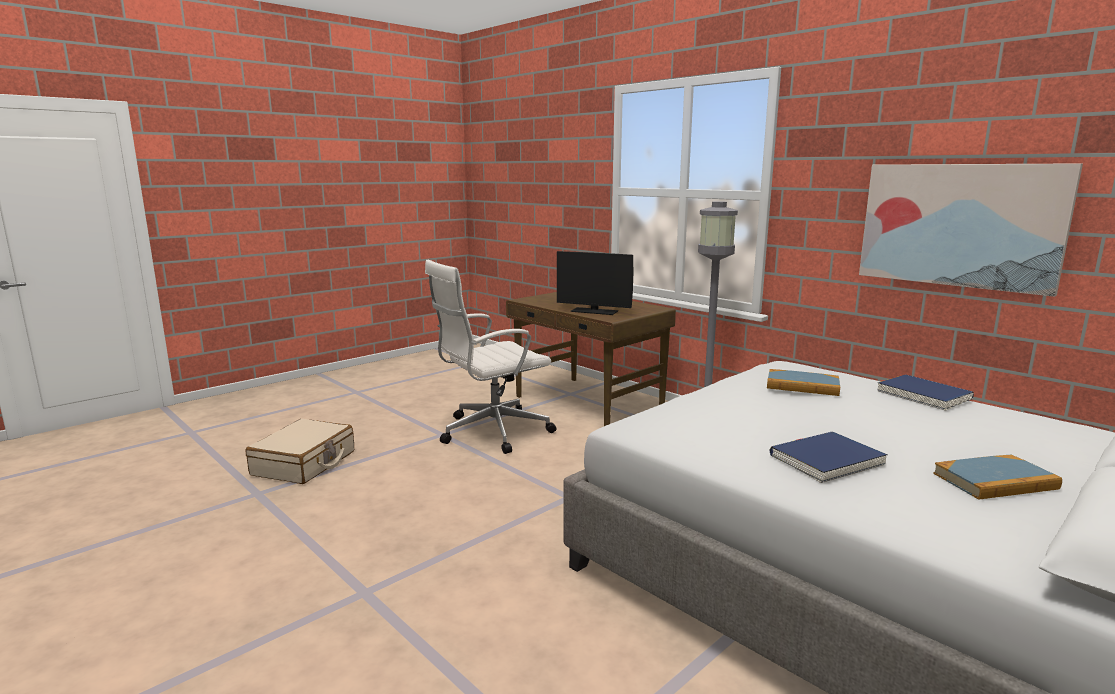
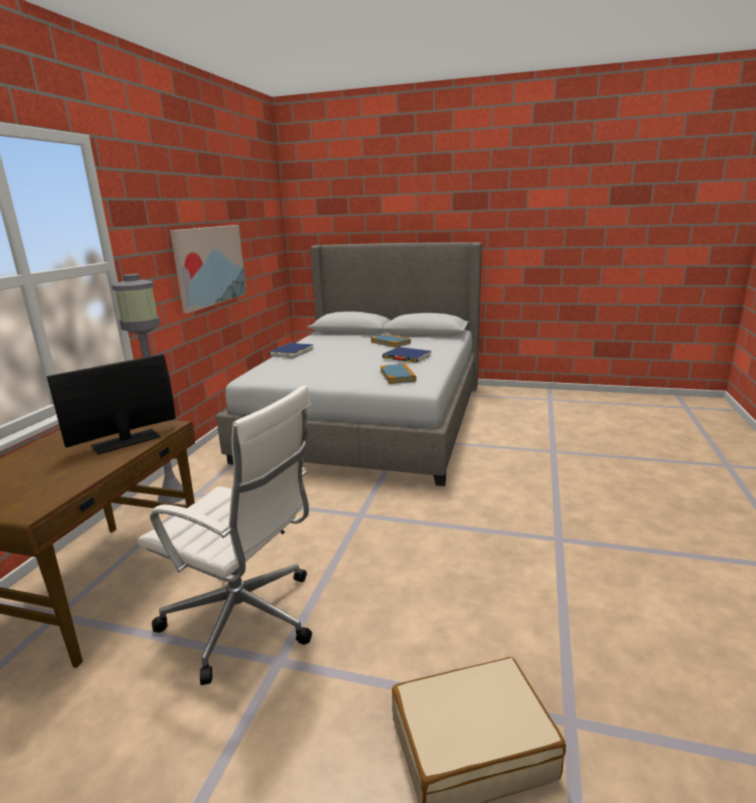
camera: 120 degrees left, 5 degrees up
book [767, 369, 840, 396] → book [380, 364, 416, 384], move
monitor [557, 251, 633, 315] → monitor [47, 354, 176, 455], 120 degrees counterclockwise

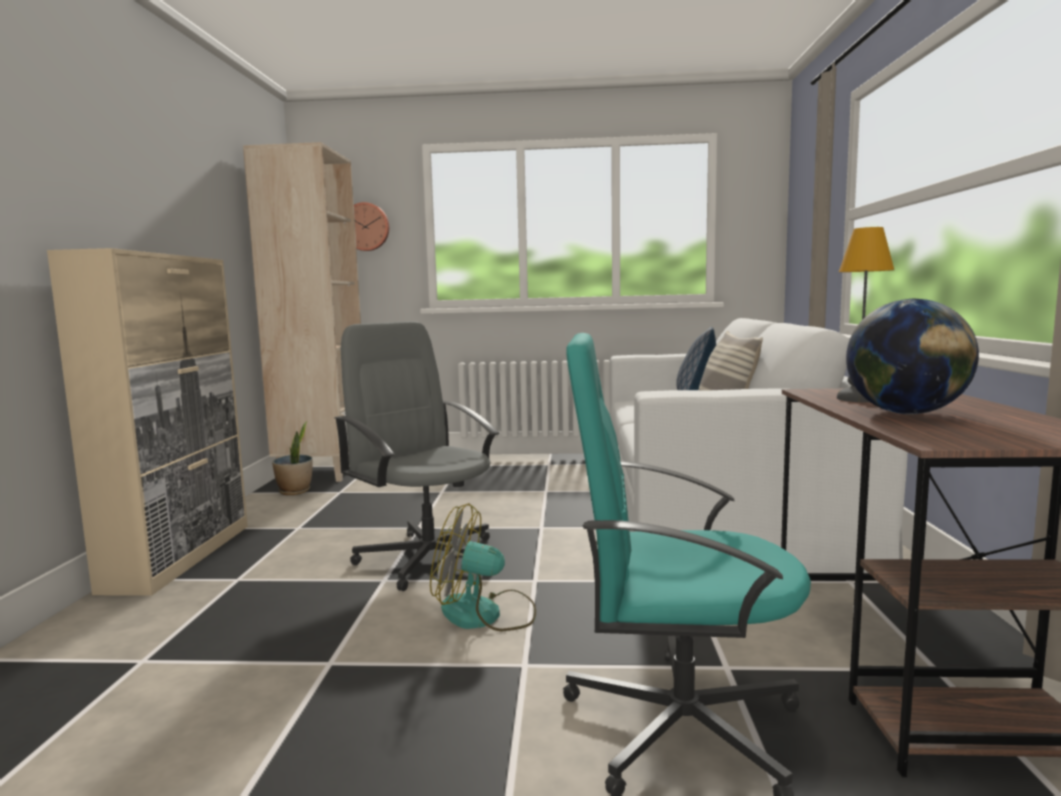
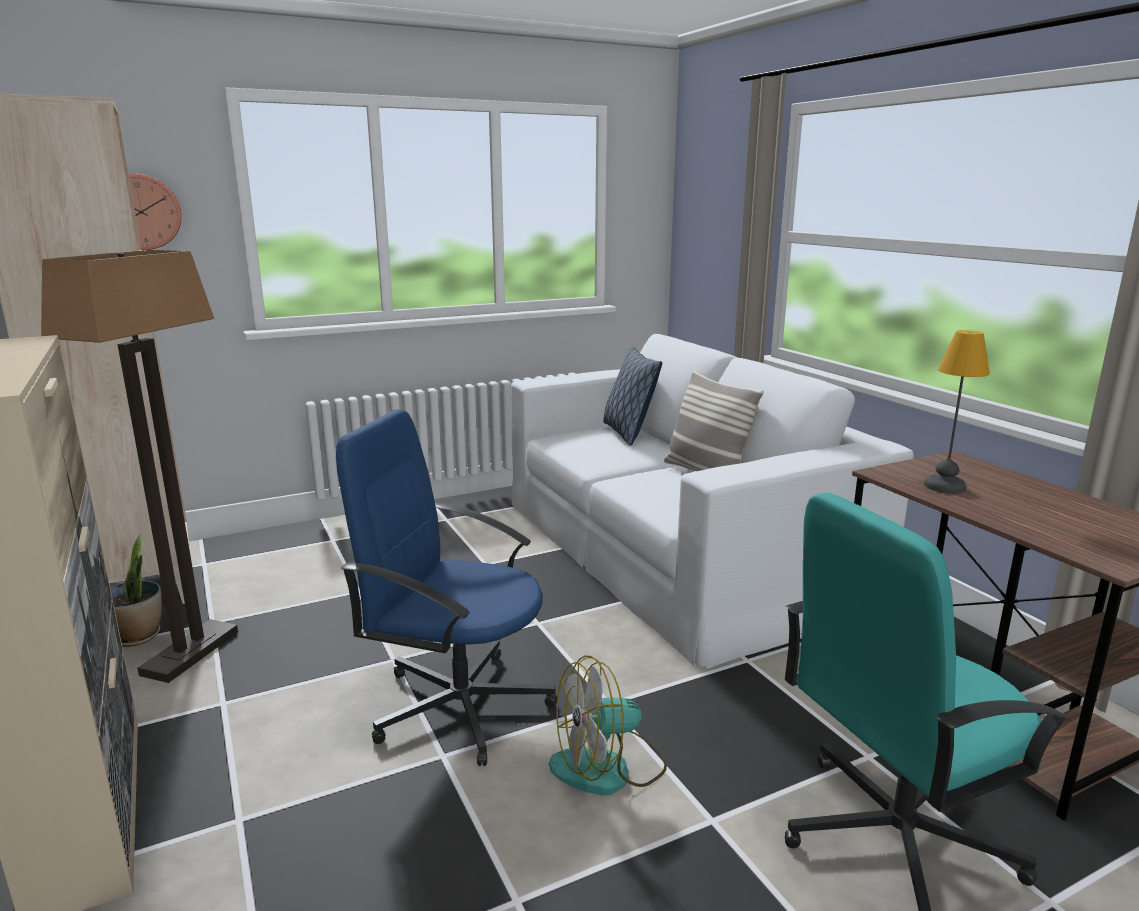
camera: 30 degrees left, 10 degrees up
globe [846, 298, 979, 414] → -
- → floor lamp [41, 250, 238, 683]
grey office chair [335, 321, 499, 591] → blue office chair [336, 409, 557, 766]

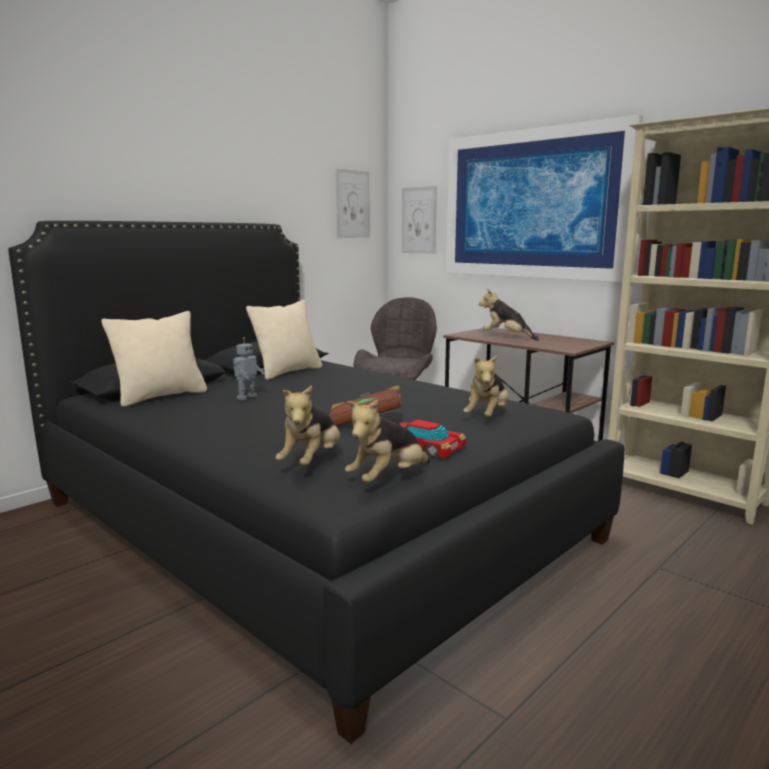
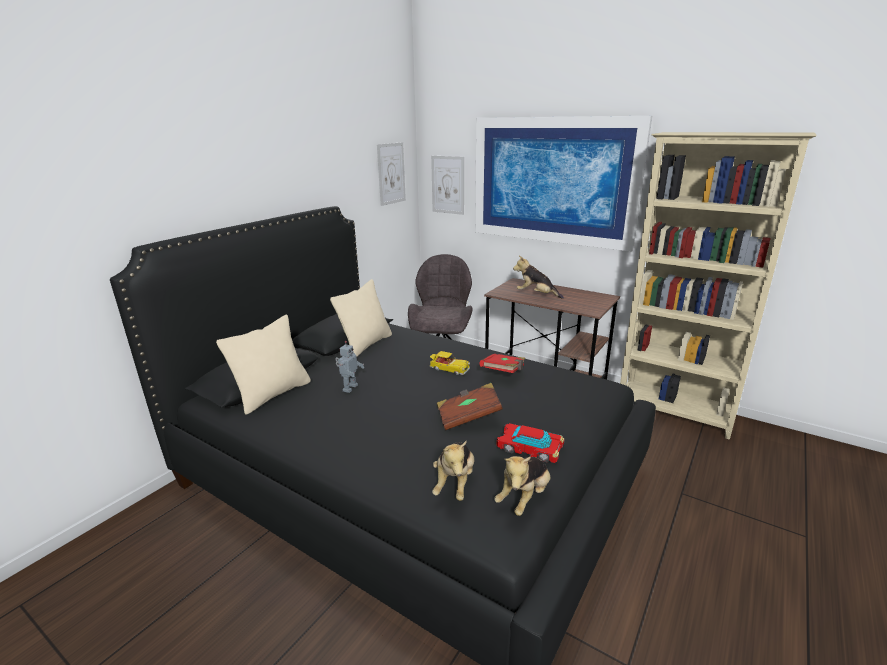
camera: 10 degrees left, 10 degrees up
plush toy [463, 355, 509, 417] → -
- → toy car [430, 351, 470, 375]
- → red book [480, 354, 525, 373]

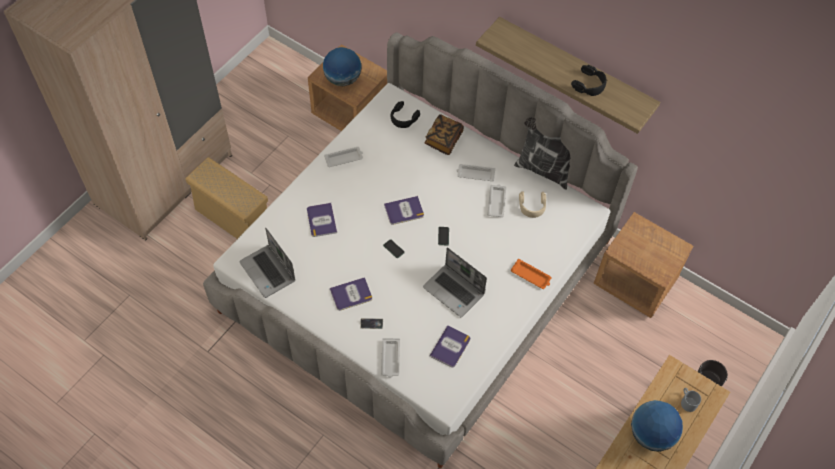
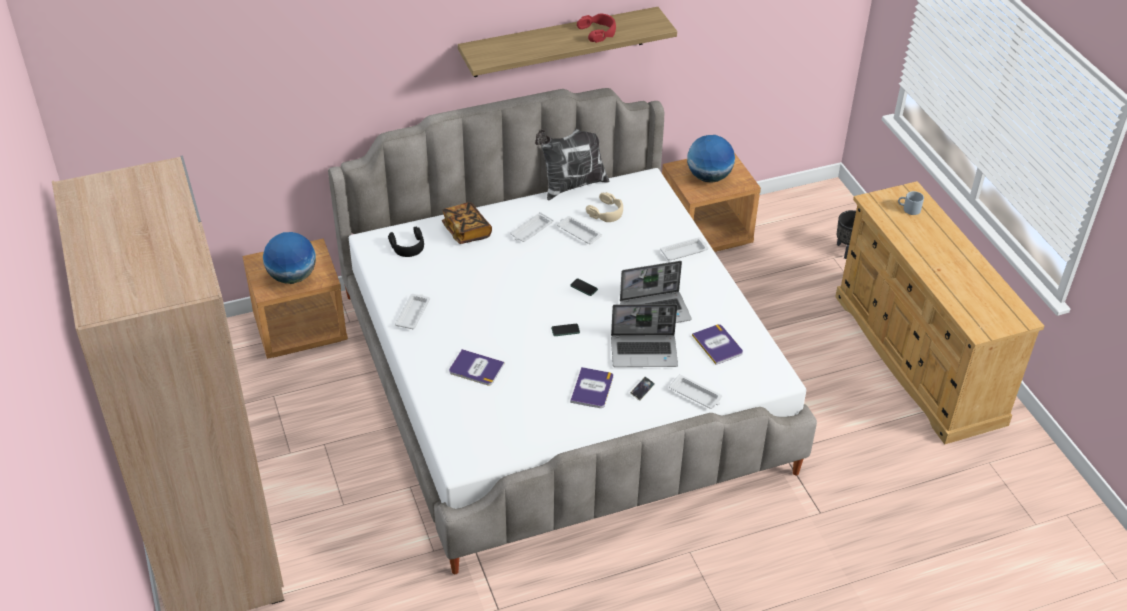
camera: 55 degrees left, 15 degrees down
beige storage box [186, 157, 268, 239] → -
book [384, 196, 424, 225] → -
laptop [239, 227, 295, 298] → laptop [611, 304, 678, 367], move
globe [631, 400, 683, 452] → globe [687, 135, 735, 183], move
orange tray [511, 259, 552, 289] → white tray [660, 237, 708, 260]
black headphones [571, 65, 606, 96] → red headphones [577, 13, 616, 43]

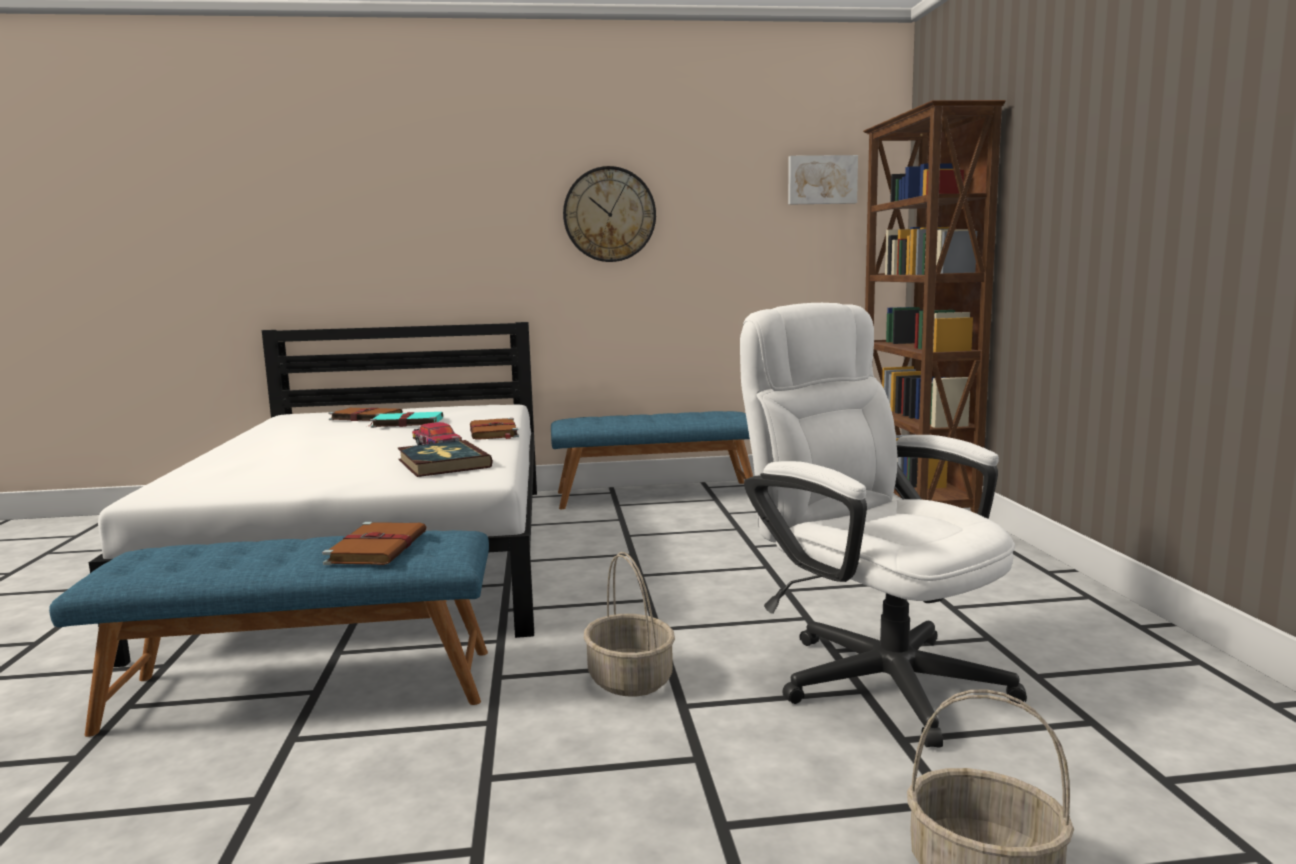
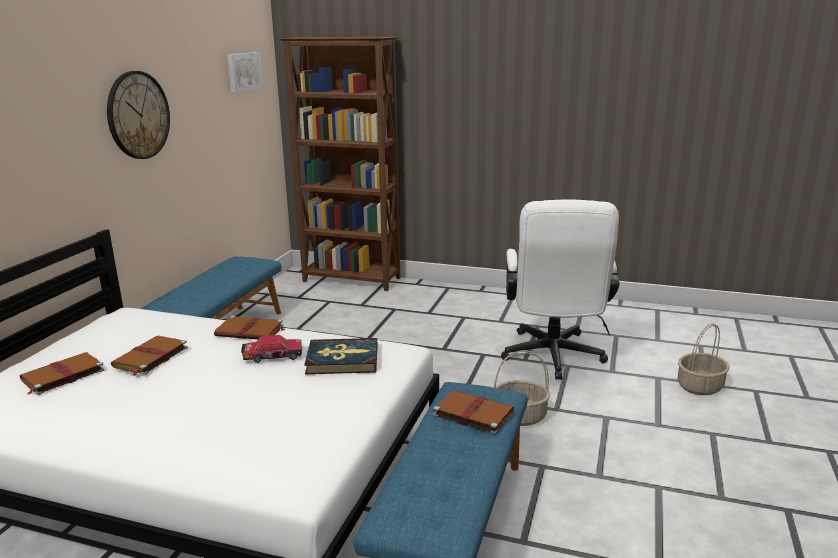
camera: 65 degrees left, 10 degrees up
turquoise book [370, 412, 443, 428] → brown book [111, 336, 188, 376]
white office chair [740, 303, 1027, 747] → white office chair [501, 200, 619, 380], 75 degrees counterclockwise

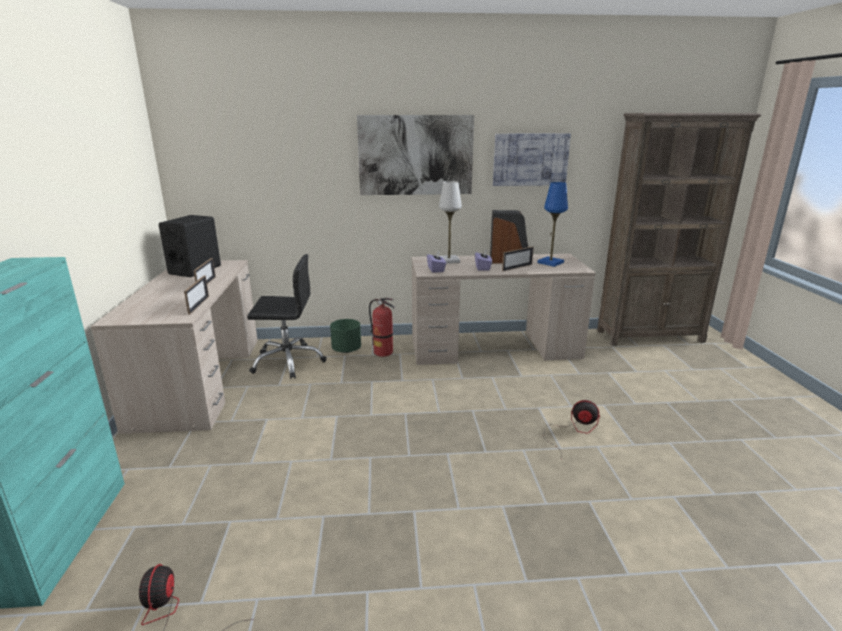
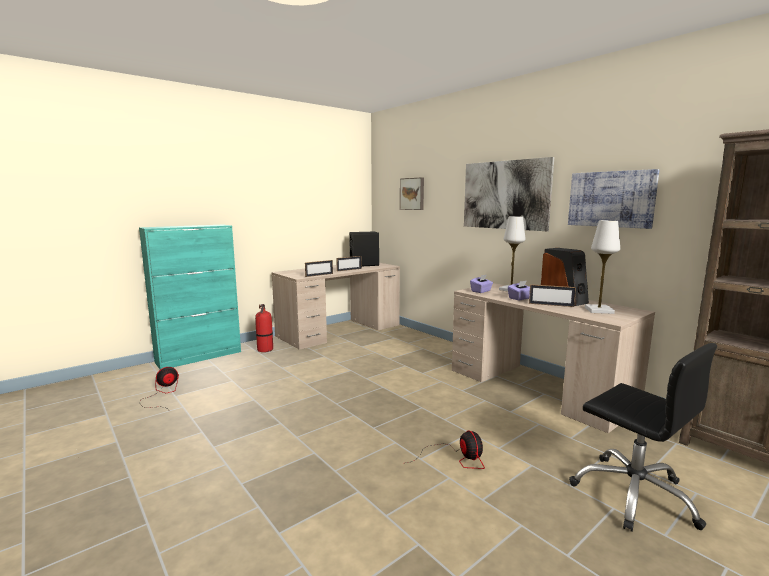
camera: 55 degrees right, 10 degrees down
green planter [330, 319, 361, 353] → -
- → picture [400, 177, 424, 210]
black office chair [247, 254, 327, 379] → black office chair [569, 343, 717, 532], move
fire extinguisher [369, 298, 395, 357] → fire extinguisher [255, 304, 273, 352], move
blue table lamp [538, 182, 568, 267] → white table lamp [585, 220, 620, 314]

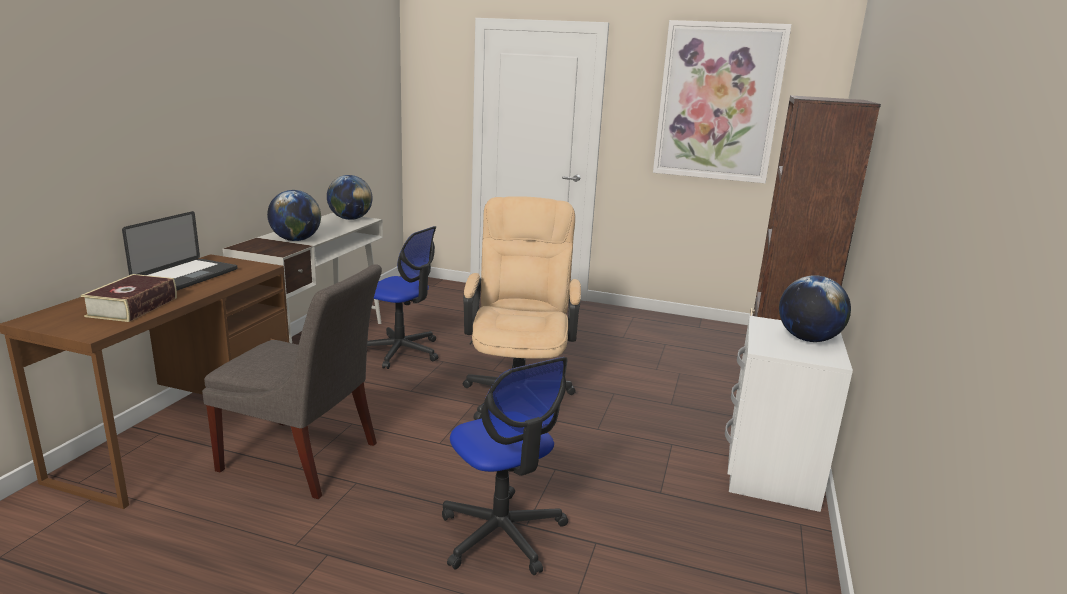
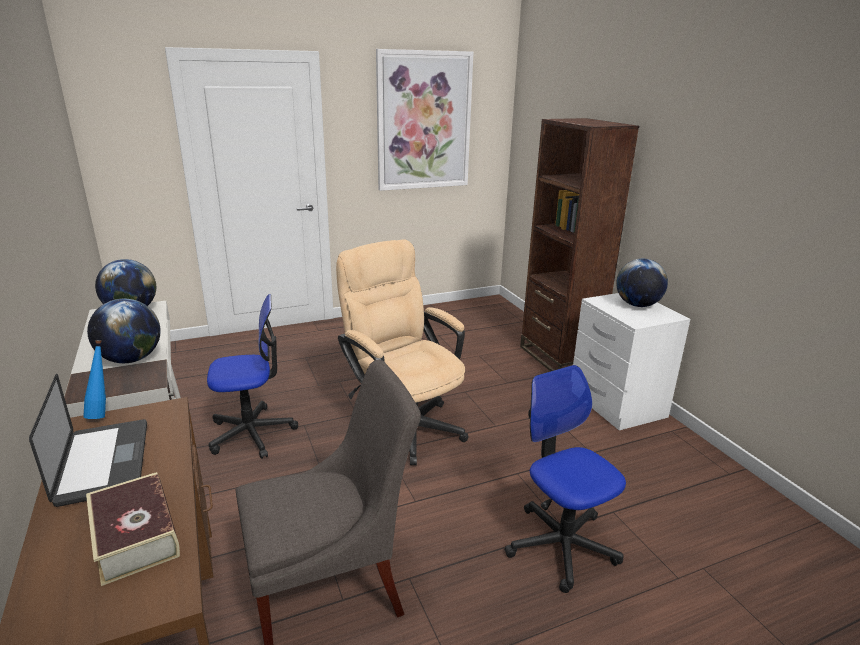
camera: 40 degrees left, 5 degrees up
- → blue bottle [83, 340, 106, 419]
office chair [442, 357, 568, 575] → office chair [504, 365, 626, 593], 135 degrees counterclockwise

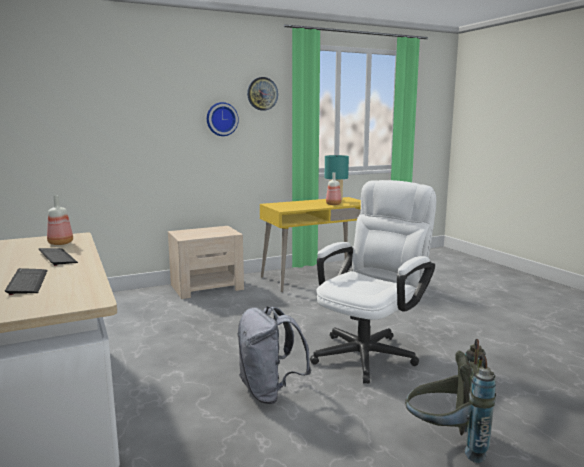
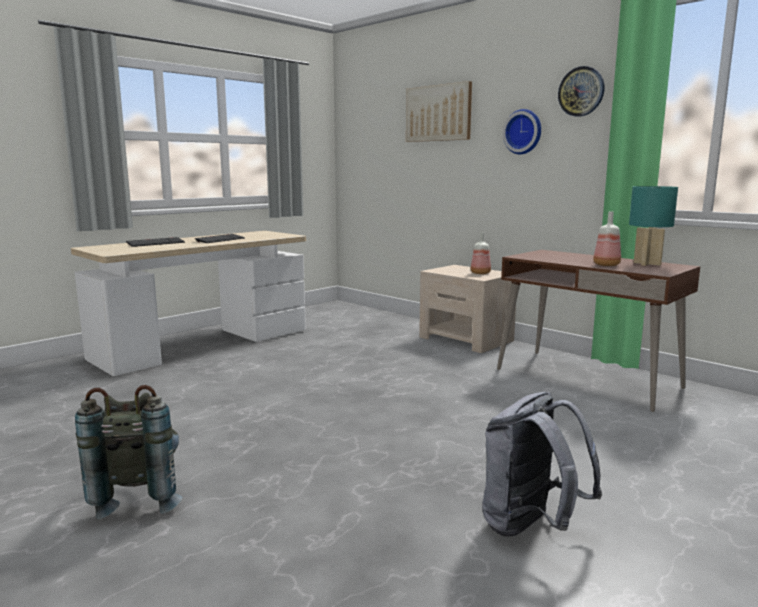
camera: 70 degrees right, 0 degrees up
white office chair [310, 180, 436, 384] → -
- → picture [406, 81, 472, 142]
bottle [47, 195, 73, 245] → bottle [471, 232, 491, 274], move
grey backpack [237, 306, 311, 404] → grey backpack [482, 392, 602, 537], move
yellow desk [260, 197, 361, 292] → brown desk [497, 250, 701, 412]

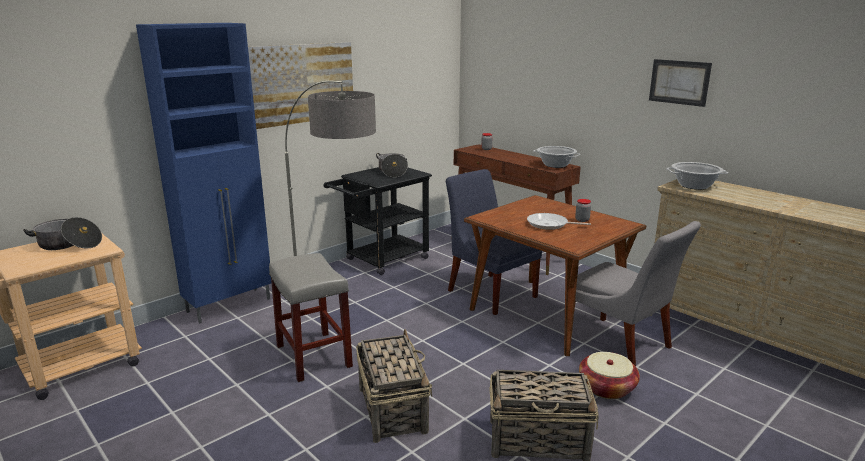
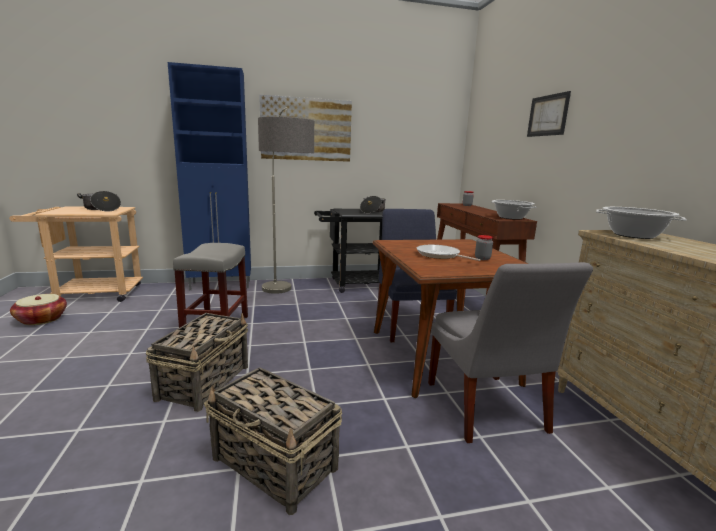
camera: 30 degrees right, 5 degrees down
basket [579, 352, 640, 399] → basket [10, 294, 67, 325], move
picture [649, 59, 712, 107] → picture [527, 91, 571, 137], move

